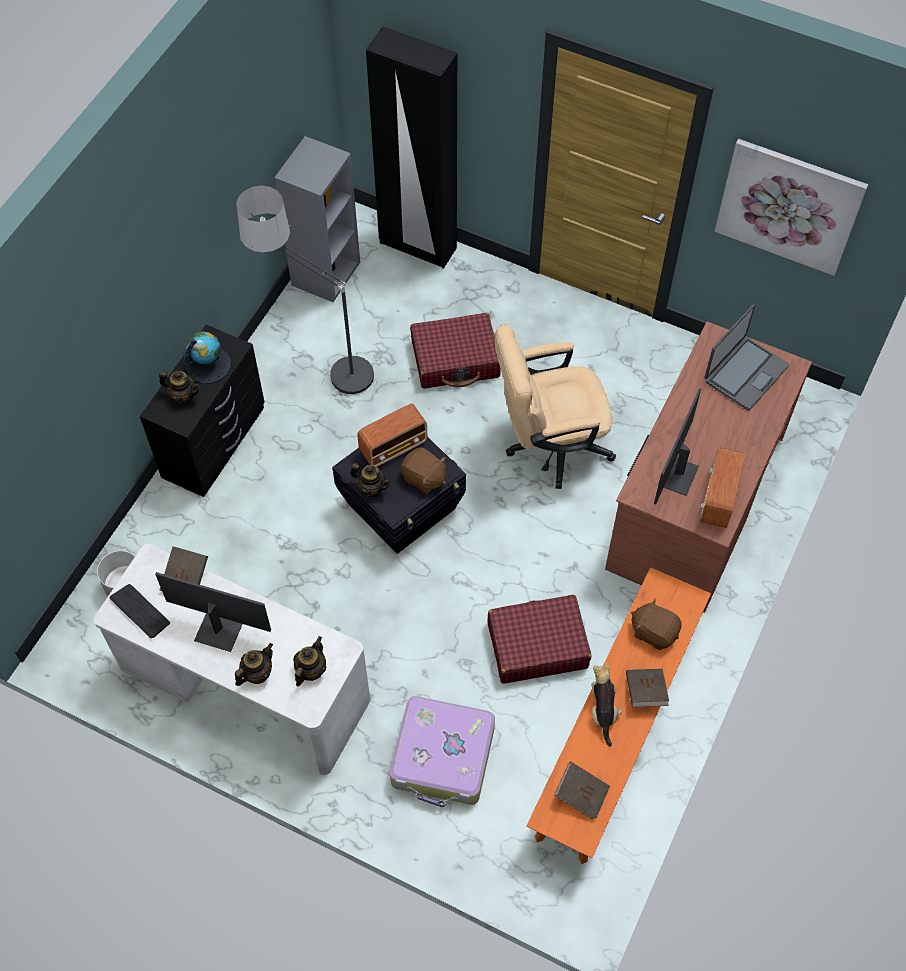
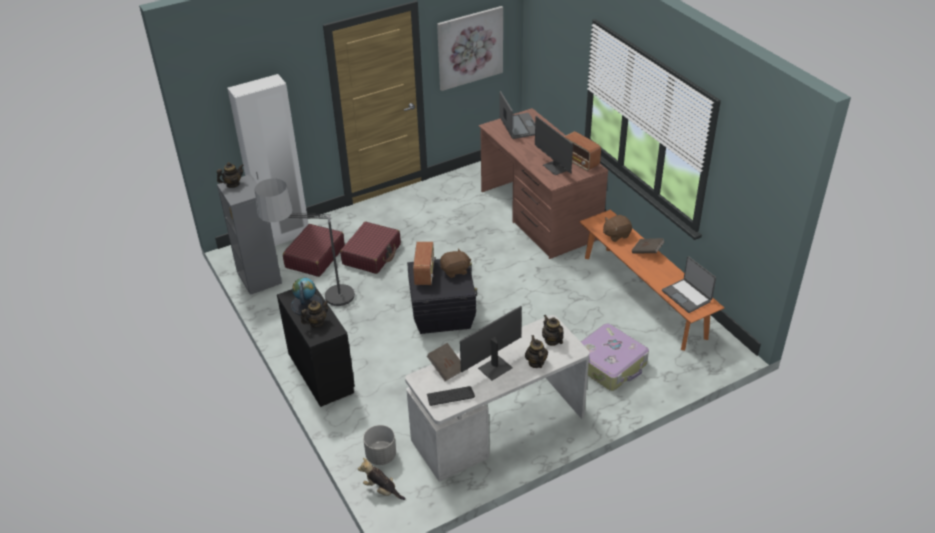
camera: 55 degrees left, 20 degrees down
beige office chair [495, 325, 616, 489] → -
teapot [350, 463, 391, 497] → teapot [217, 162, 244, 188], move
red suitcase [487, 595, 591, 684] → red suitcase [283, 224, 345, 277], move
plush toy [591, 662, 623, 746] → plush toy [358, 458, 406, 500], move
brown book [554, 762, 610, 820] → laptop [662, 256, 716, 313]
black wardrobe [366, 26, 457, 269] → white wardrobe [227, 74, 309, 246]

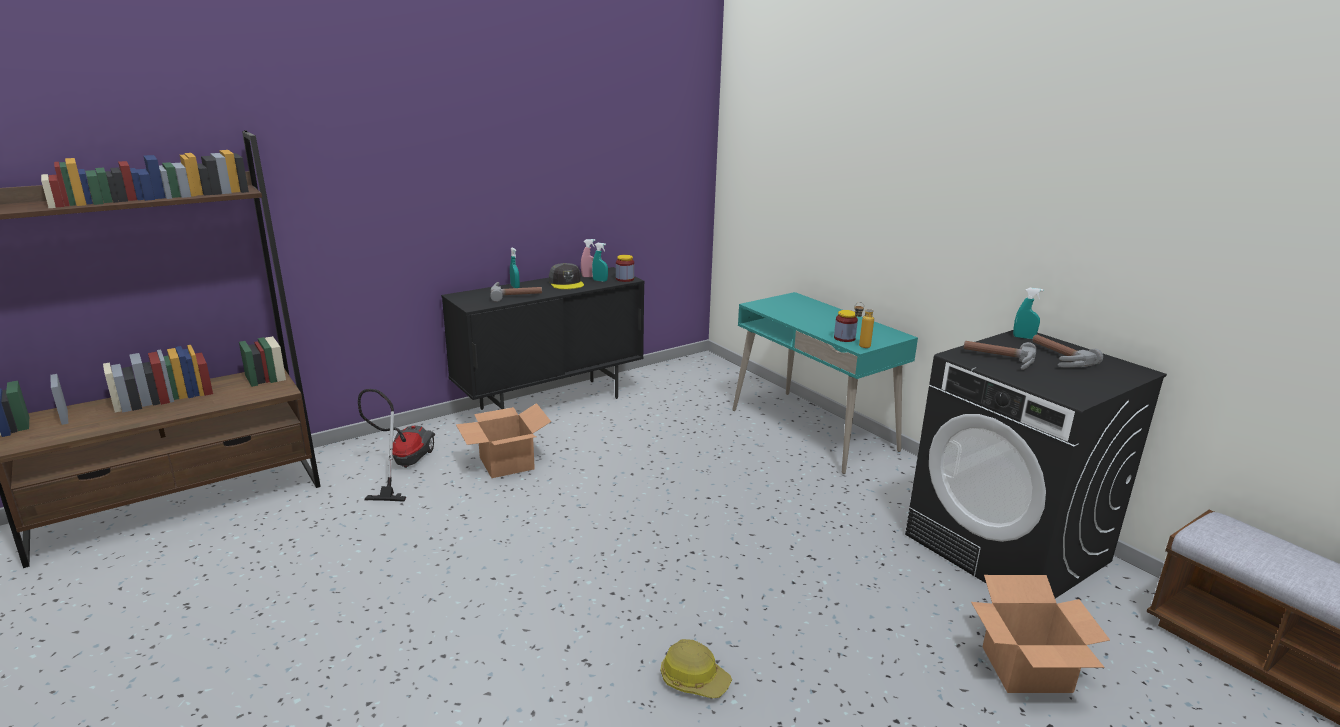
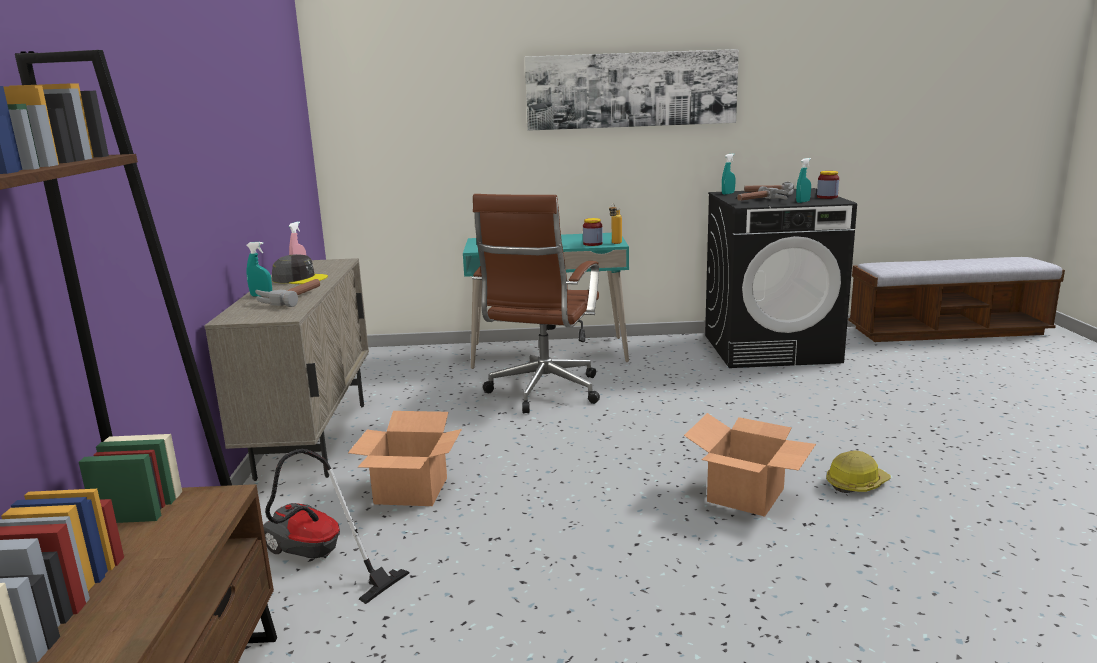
camera: 55 degrees left, 5 degrees down
- → brown office chair [472, 194, 600, 414]
- → picture [525, 49, 739, 131]
turquoise spray bottle [592, 243, 608, 282] → turquoise spray bottle [796, 158, 811, 203], move
jar [616, 255, 634, 282] → jar [817, 171, 839, 199], move
cardboard box [971, 575, 1110, 693] → cardboard box [684, 413, 816, 517], move
black cabinet [441, 267, 645, 410] → beige cabinet [204, 258, 369, 481]

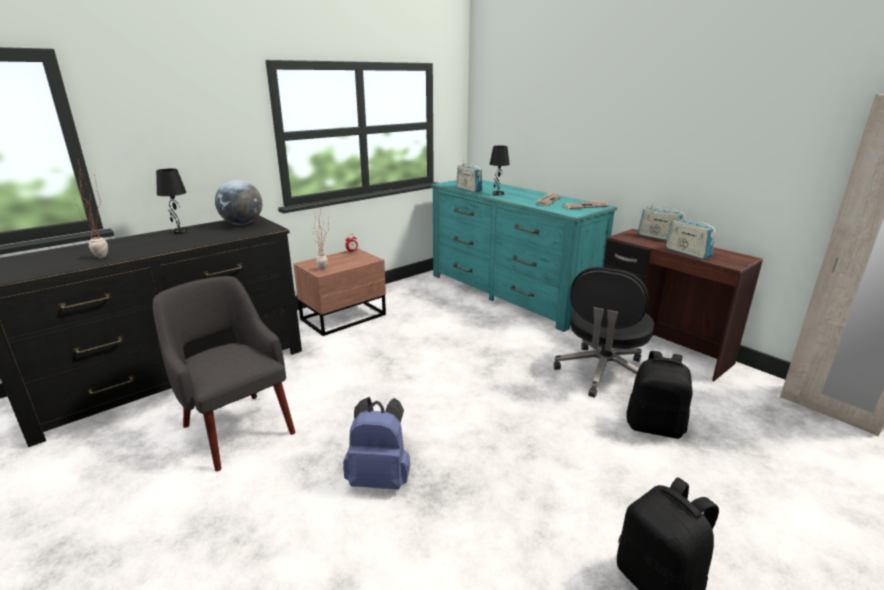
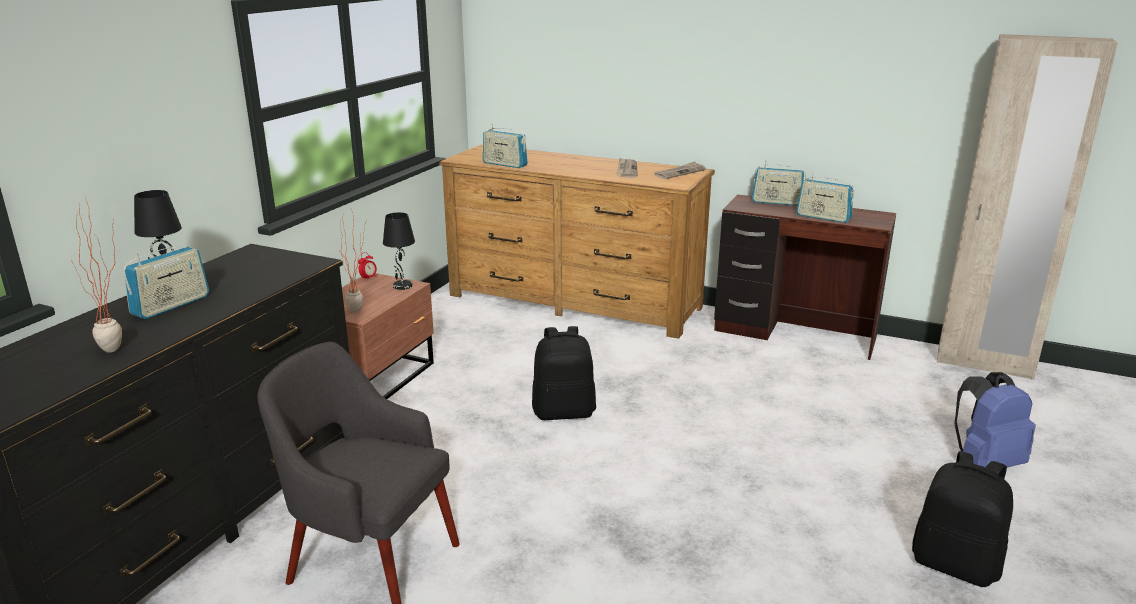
camera: 25 degrees left, 0 degrees up
globe [215, 180, 262, 225] → -
black office chair [553, 267, 654, 398] → -
- → radio [123, 246, 209, 319]
blue backpack [343, 397, 410, 490] → blue backpack [954, 372, 1036, 468], move
black table lamp [490, 146, 510, 195] → black table lamp [383, 212, 415, 290], move
black backpack [626, 351, 693, 439] → black backpack [532, 326, 596, 420], move
turquoise dresser [431, 180, 617, 332] → brown dresser [439, 145, 715, 339]

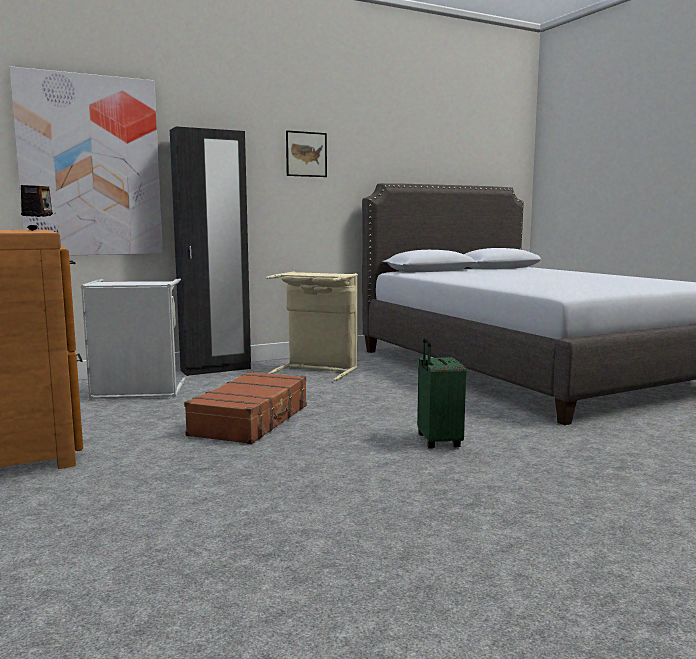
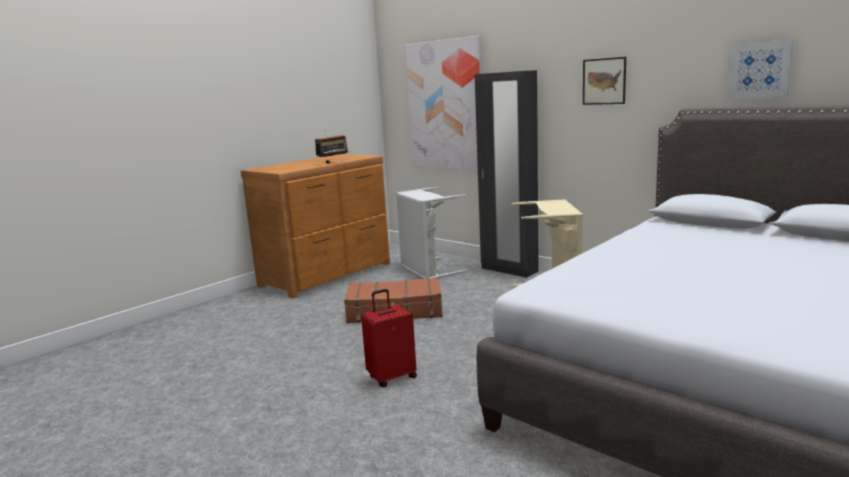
camera: 70 degrees right, 5 degrees up
- → picture [728, 39, 794, 98]
green suitcase [417, 338, 466, 449] → red suitcase [361, 289, 417, 387]

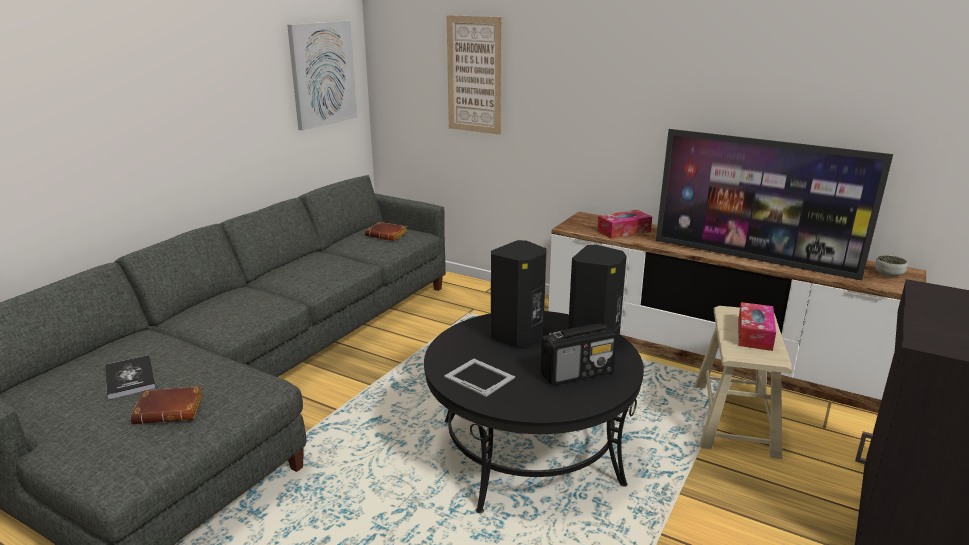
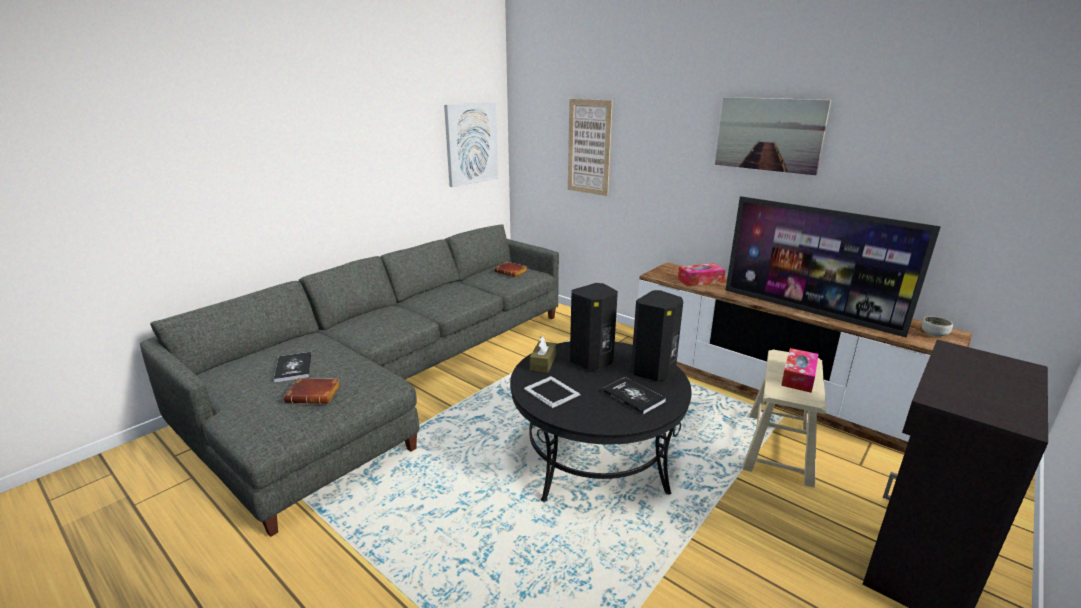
camera: 10 degrees right, 0 degrees up
- → brown tissue box [530, 336, 556, 373]
- → picture [715, 97, 831, 175]
radio [541, 323, 617, 386] → book [602, 377, 666, 415]

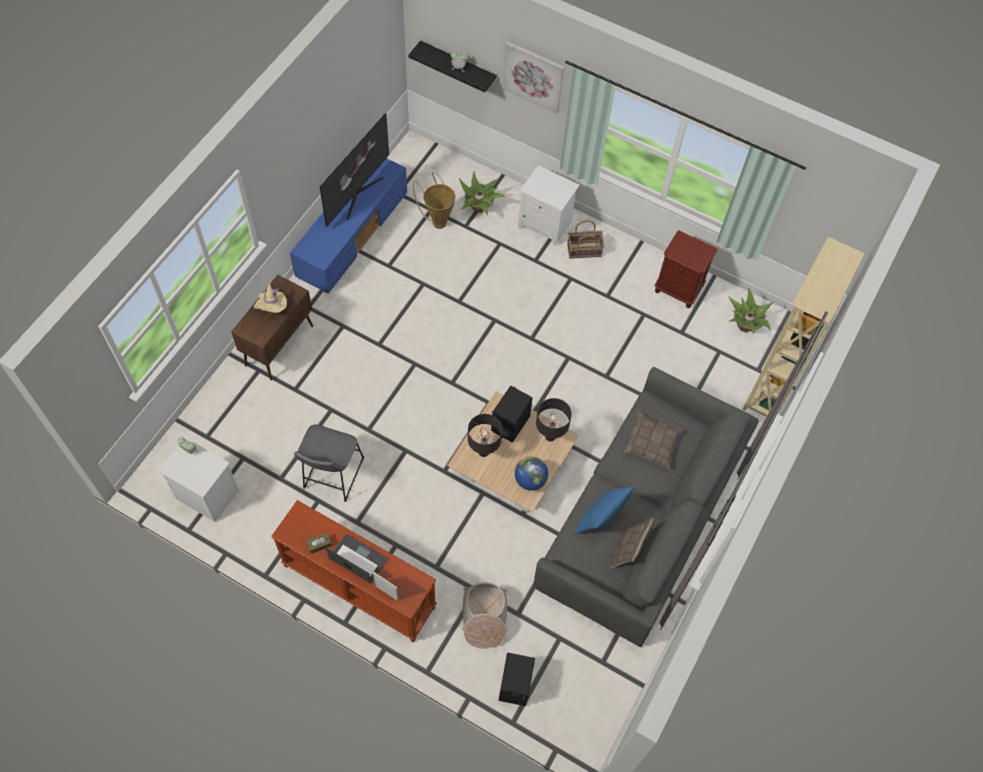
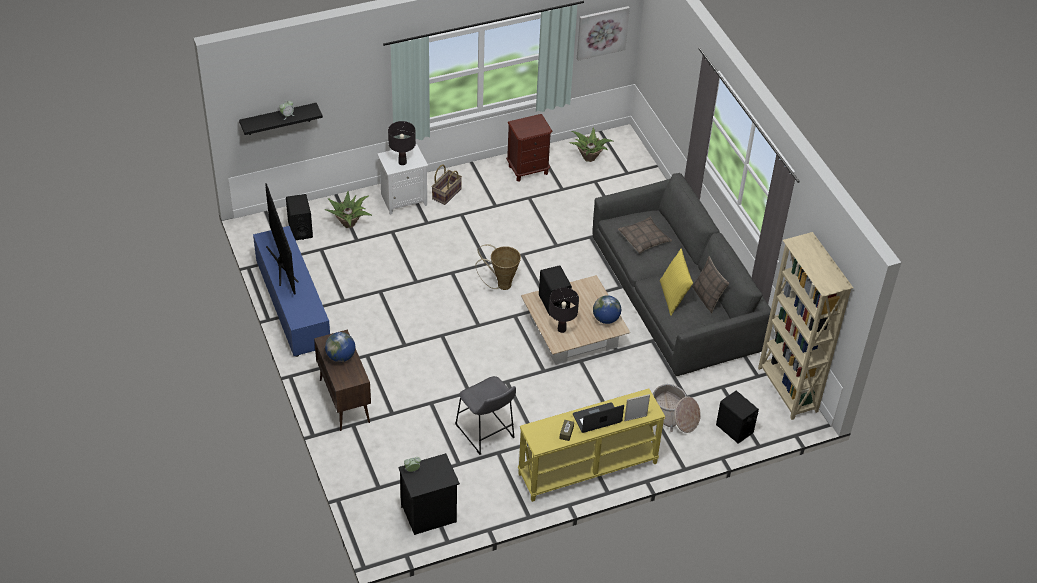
camera: 50 degrees left, 15 degrees down
- → black speaker [286, 194, 313, 240]
basket [413, 172, 456, 229] → basket [475, 244, 521, 290], move
picture [503, 41, 564, 114] → picture [577, 6, 630, 61], move
black table lamp [536, 398, 572, 442] → black table lamp [388, 121, 416, 165], move
beige bookcase [743, 237, 865, 423] → beige bookcase [758, 232, 853, 420], move
beige hat [254, 282, 287, 313] → globe [325, 332, 355, 362]
white nightstand [158, 437, 240, 522] → black nightstand [398, 453, 460, 535]
brown console table [271, 500, 437, 642] → yellow console table [518, 388, 665, 502]
blue pillow [574, 486, 635, 534] → yellow pillow [660, 249, 693, 316]

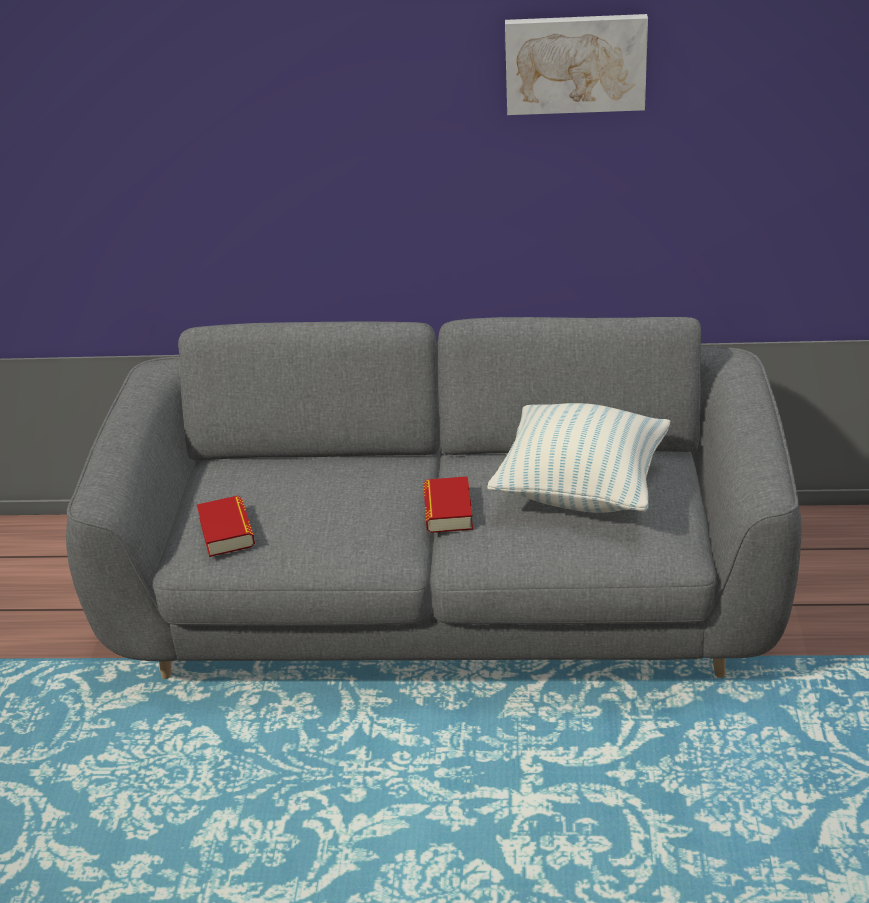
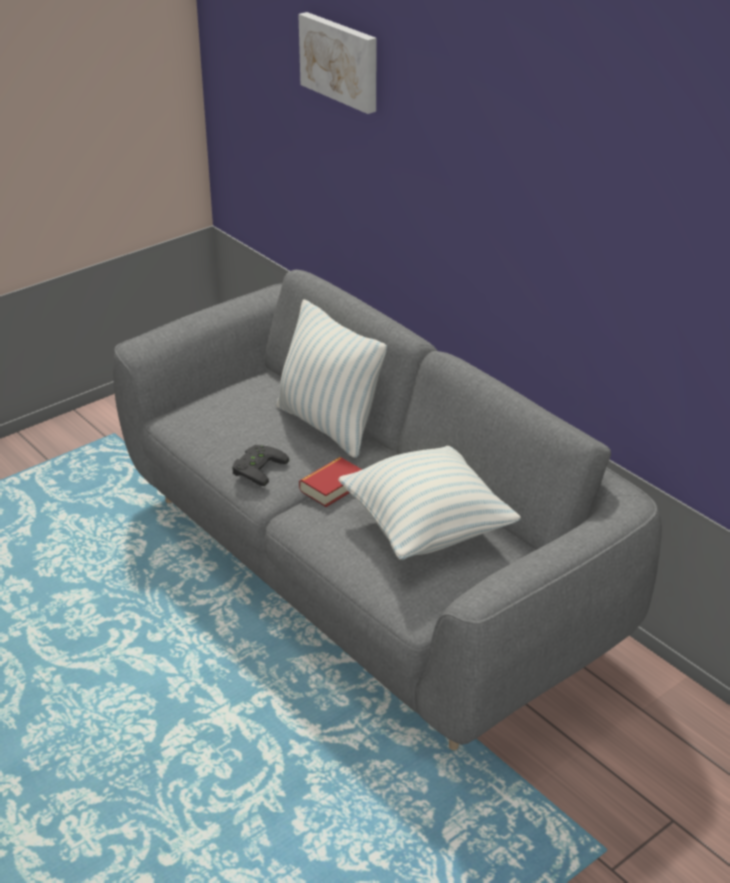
camera: 45 degrees right, 0 degrees up
book [197, 496, 255, 557] → -
- → black game controller [232, 445, 289, 486]
- → pillow [276, 299, 387, 458]
picture [505, 14, 648, 115] → picture [298, 12, 377, 114], move

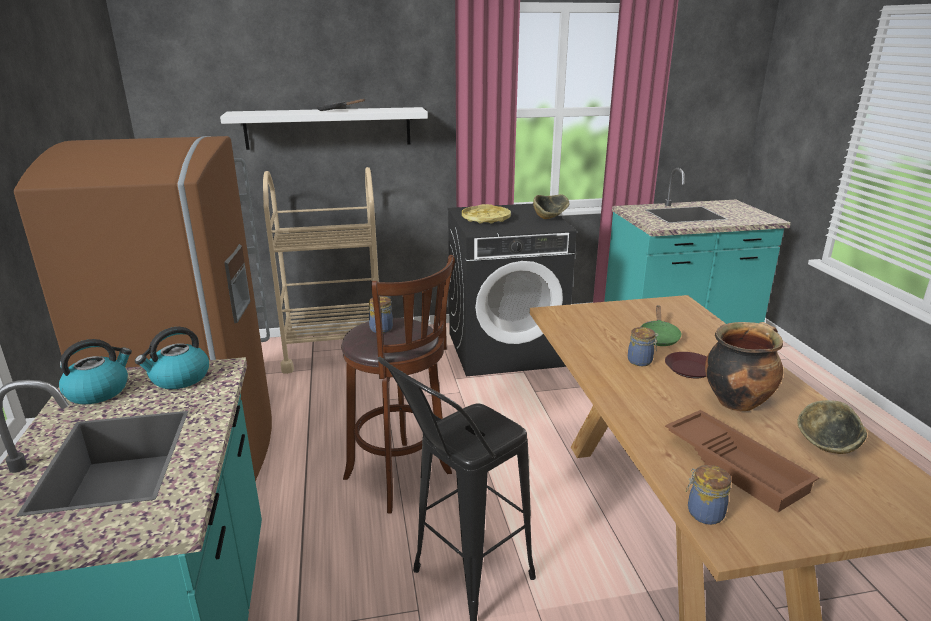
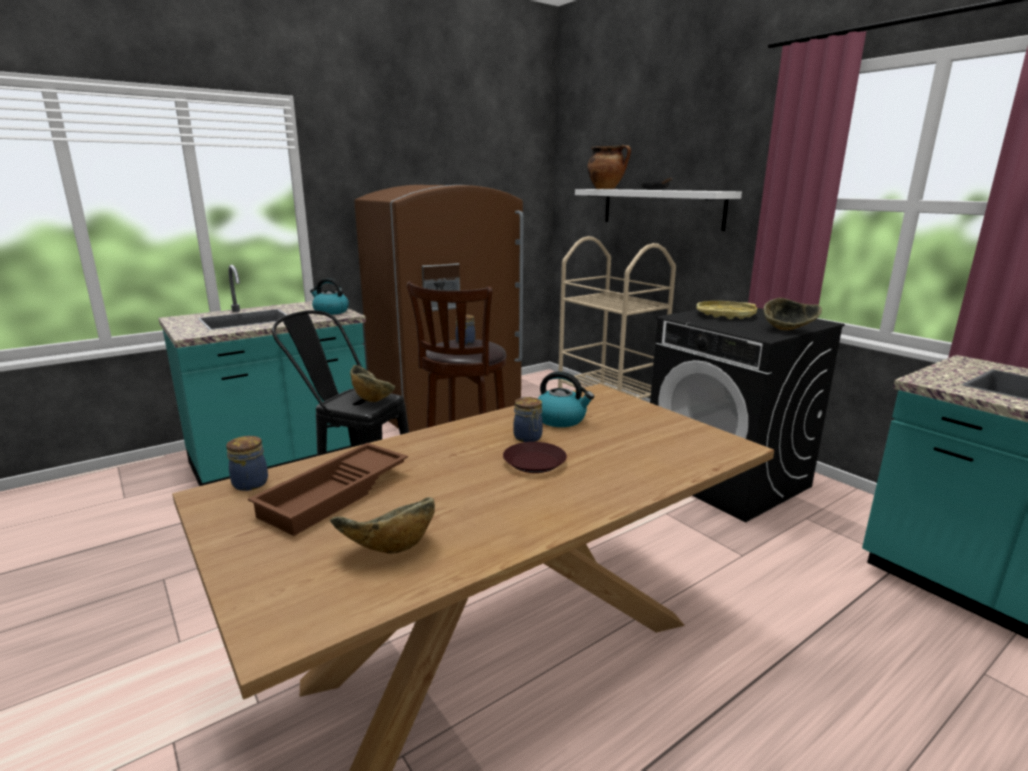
camera: 65 degrees right, 5 degrees down
green frying pan [641, 305, 682, 346] → -
- → bowl [350, 365, 395, 402]
kettle [59, 339, 132, 404] → kettle [538, 371, 594, 427], move
cooking pot [705, 322, 783, 411] → cooking pot [587, 145, 631, 189], move

